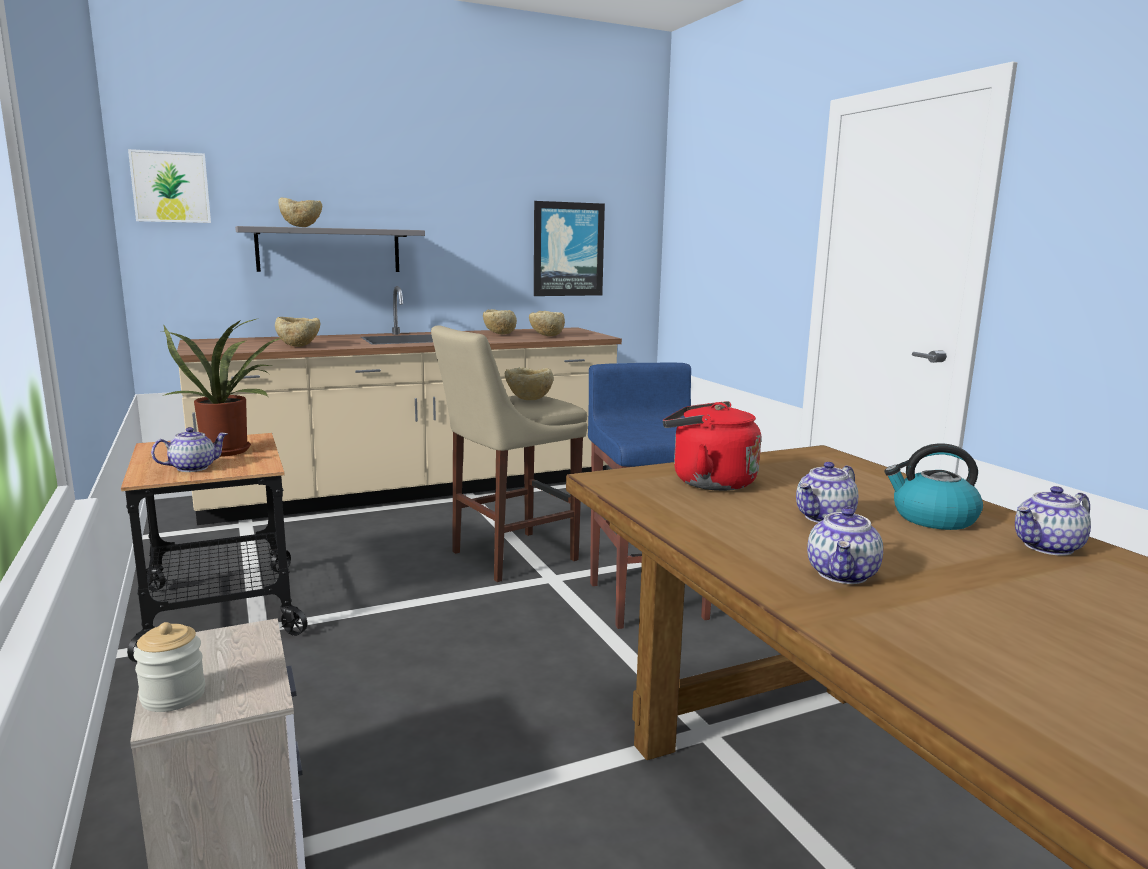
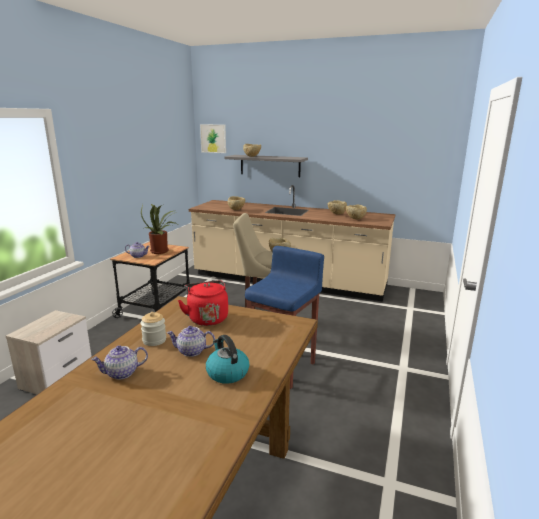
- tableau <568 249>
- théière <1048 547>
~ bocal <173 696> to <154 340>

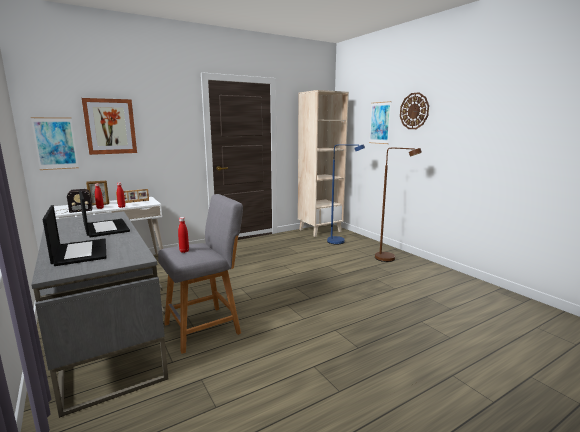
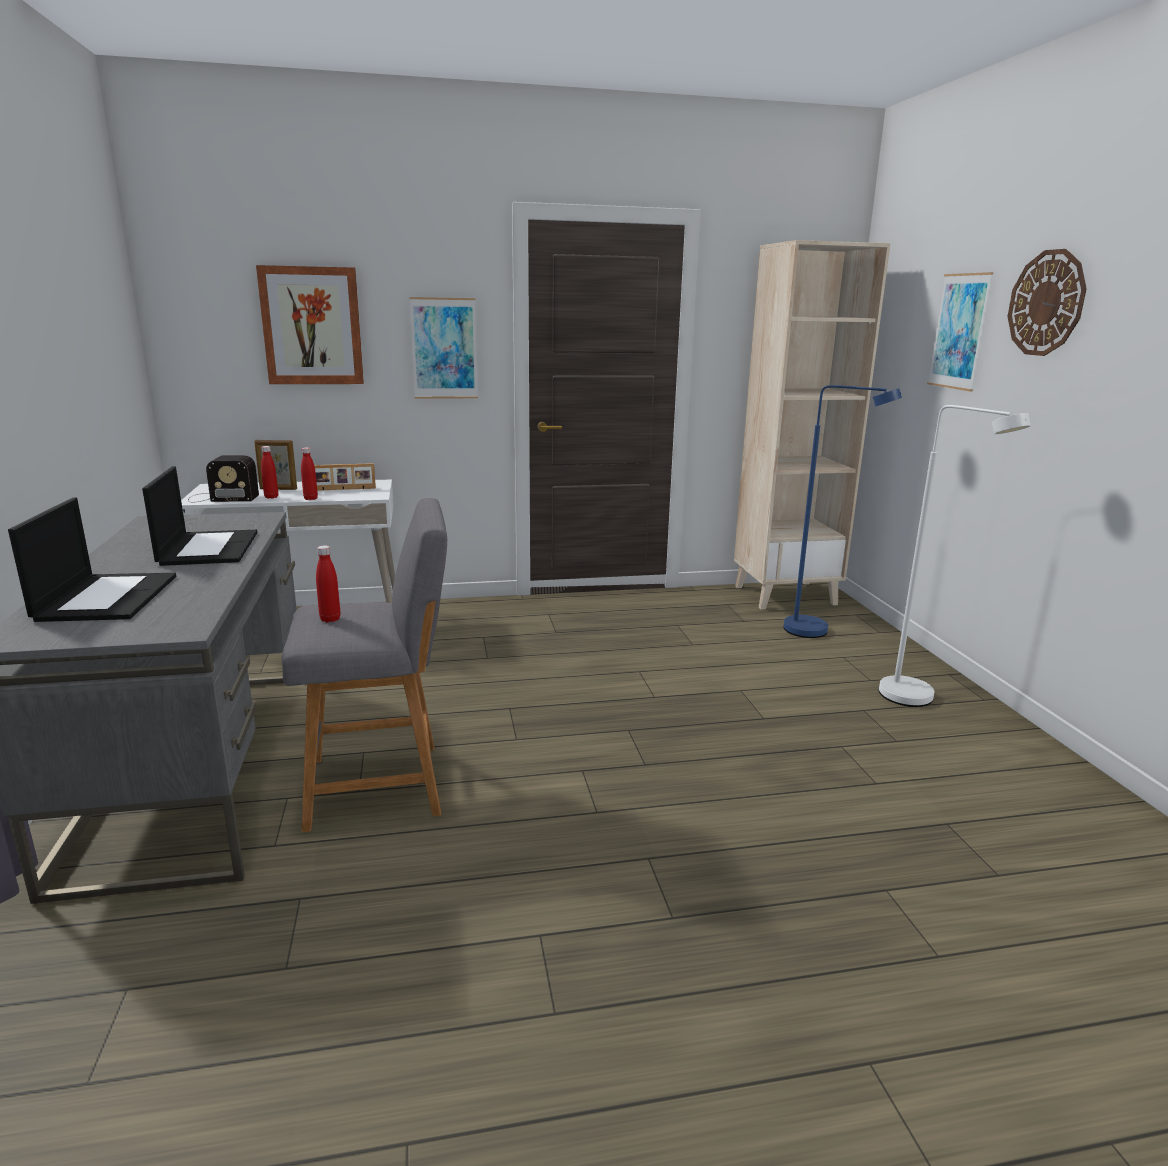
~ tableau <55 143> to <444 348>
~ lampadaire (marron) <390 259> to lampadaire (blanc) <917 701>

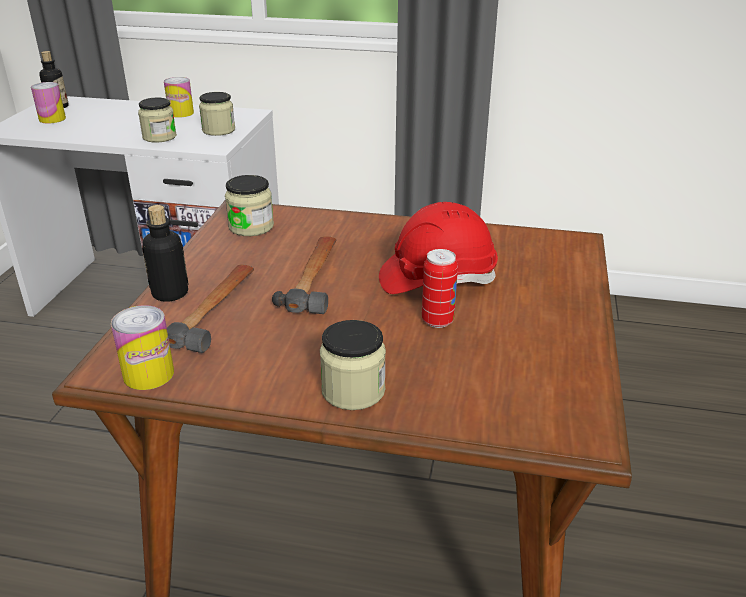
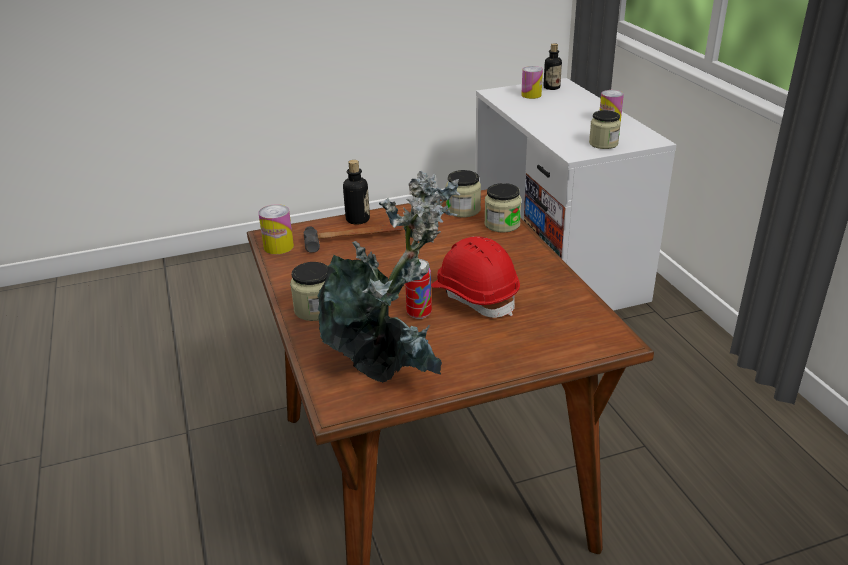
~ bocal <159 137> to <502 224>
- marteau <315 278>
+ plante en pot <389 366>

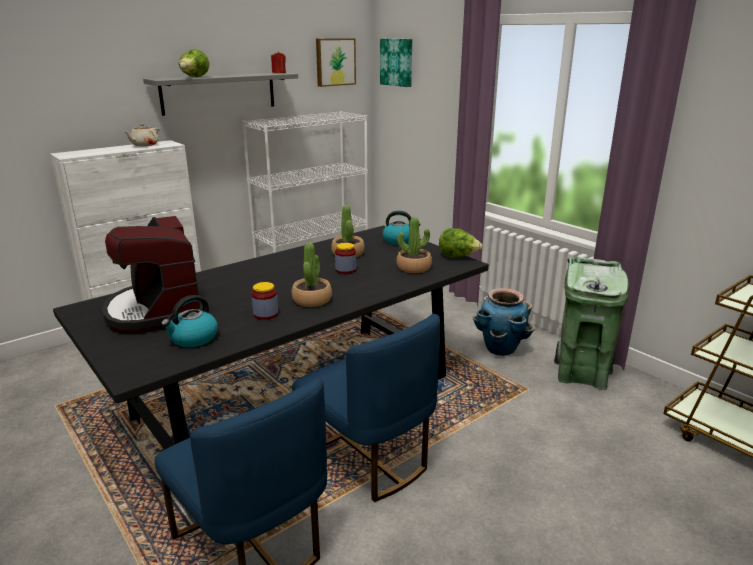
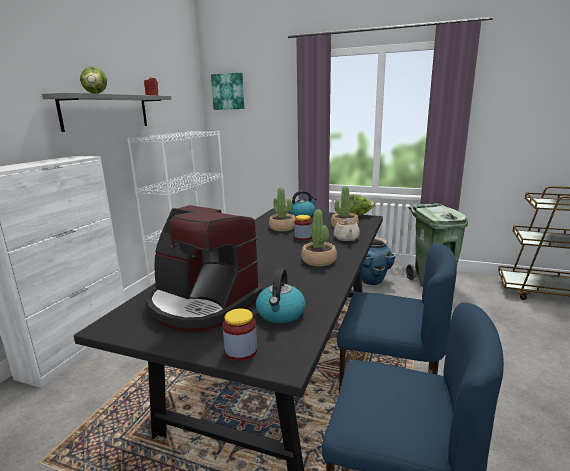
- tableau <335 62>
~ théière (beige) <144 145> to <346 238>
~ bocal <265 314> to <241 351>

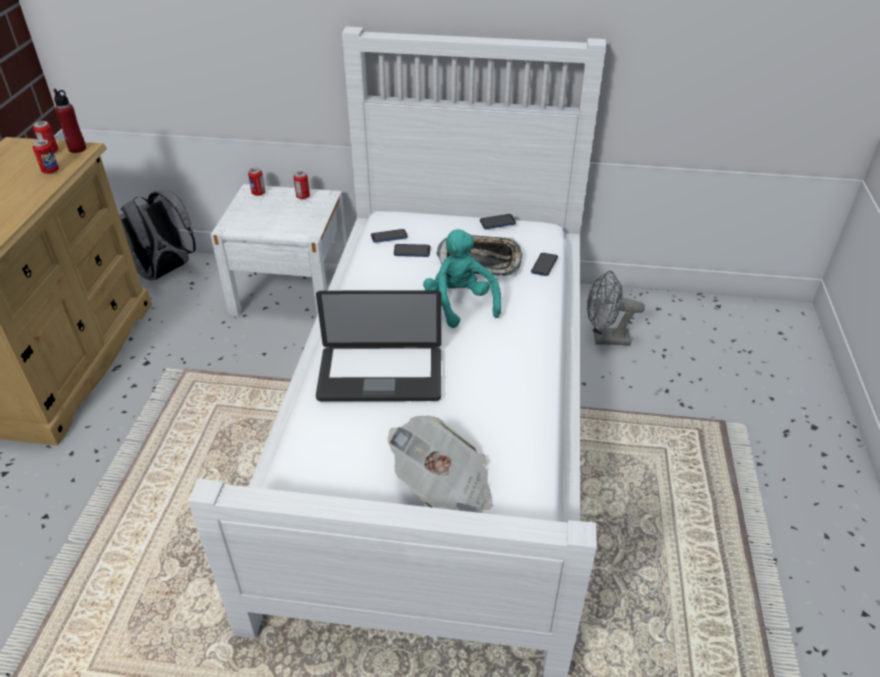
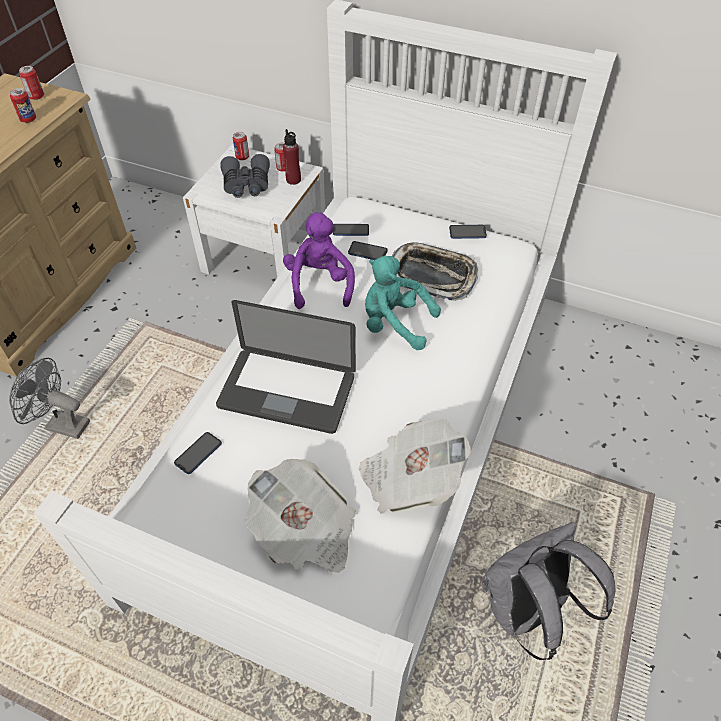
~ bouteille (rouge) <77 149> to <293 180>
~ sac à dos (gris) <163 272> to <526 612>
~ peluche (turquoise) <460 303> = <394 324> 60 degrees counterclockwise
~ téléphone <544 265> to <198 453>
~ ventilateur (gris) <605 339> to <61 424>
+ jumelles (gris) <246 185>
+ peluche (violet) <320 284>
+ journal <410 479>

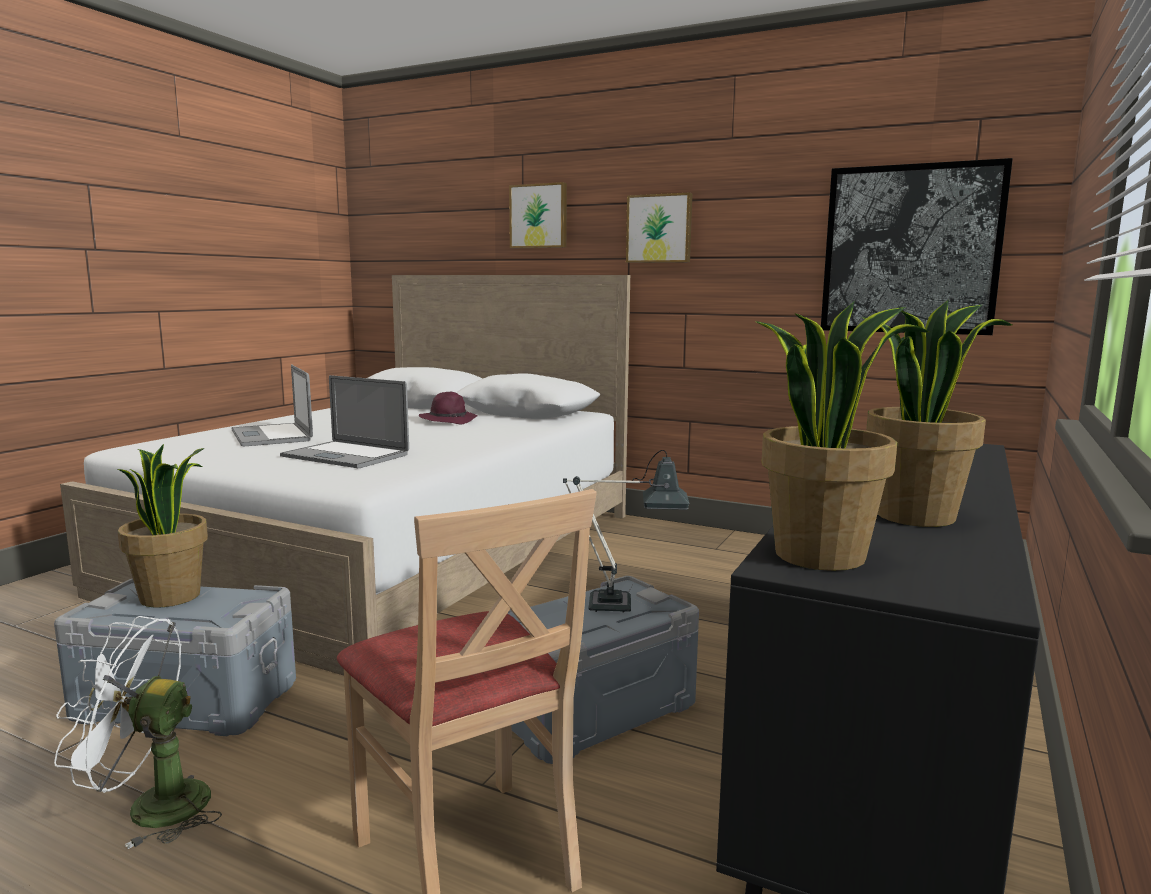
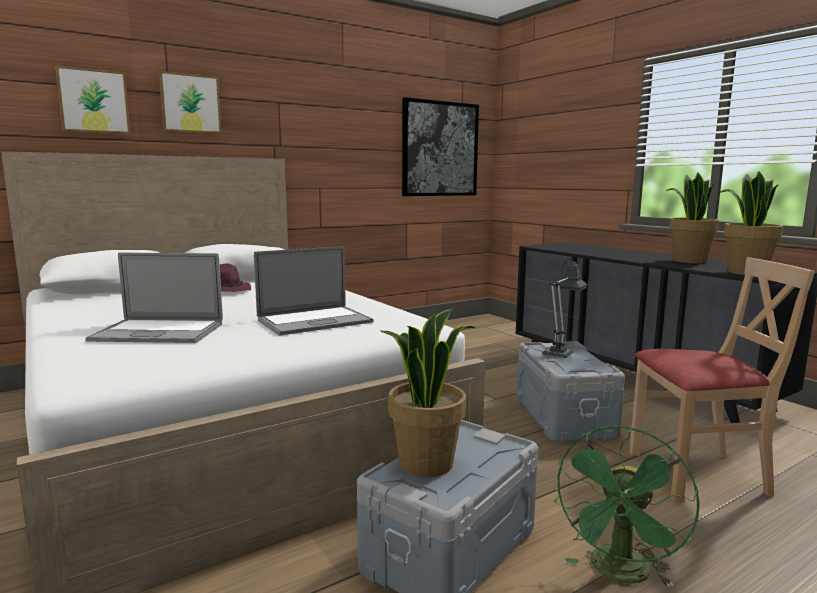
~ tableau <659 229> to <93 101>
~ ventilateur (blanc) <151 807> to ventilateur (vert) <620 574>

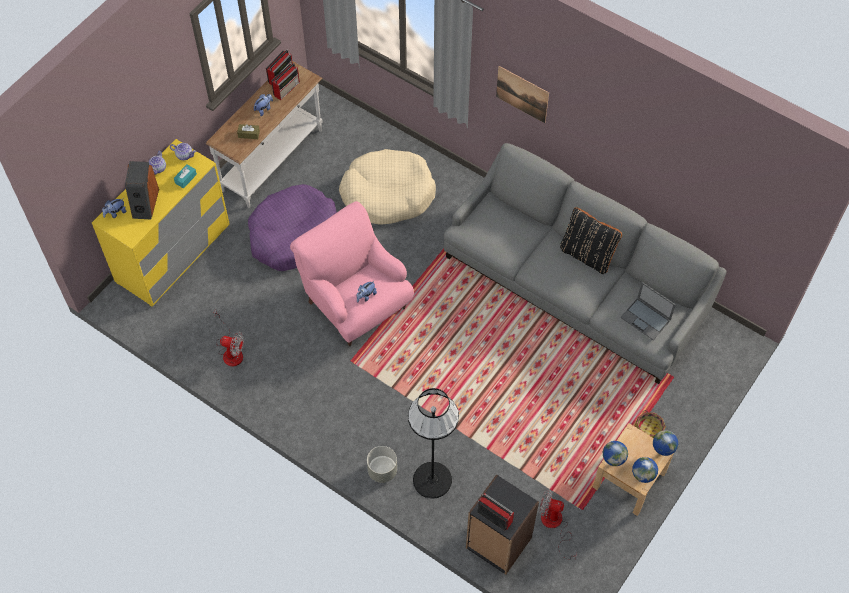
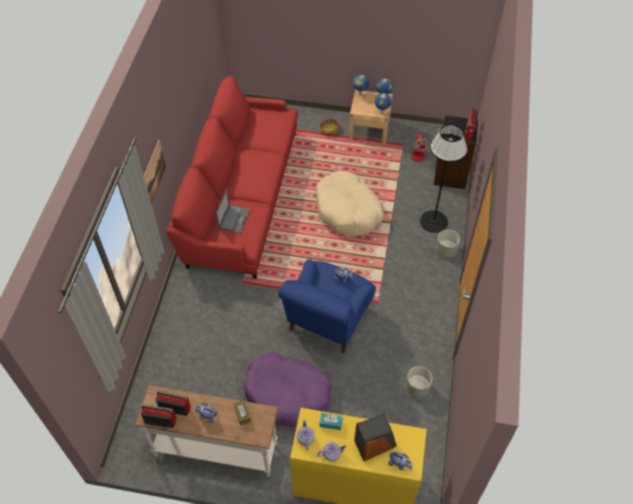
~ canapé (gris) <576 285> to canapé (rouge) <241 196>
~ panier pour chien (beige) <387 194> to <348 210>
~ fauteuil (rose) <356 304> to fauteuil (bleu) <327 320>
- coussin (noir) <587 255>
~ ordinateur portable <646 319> to <234 218>
~ ventilateur <230 351> to cache-pot (gris) <417 388>

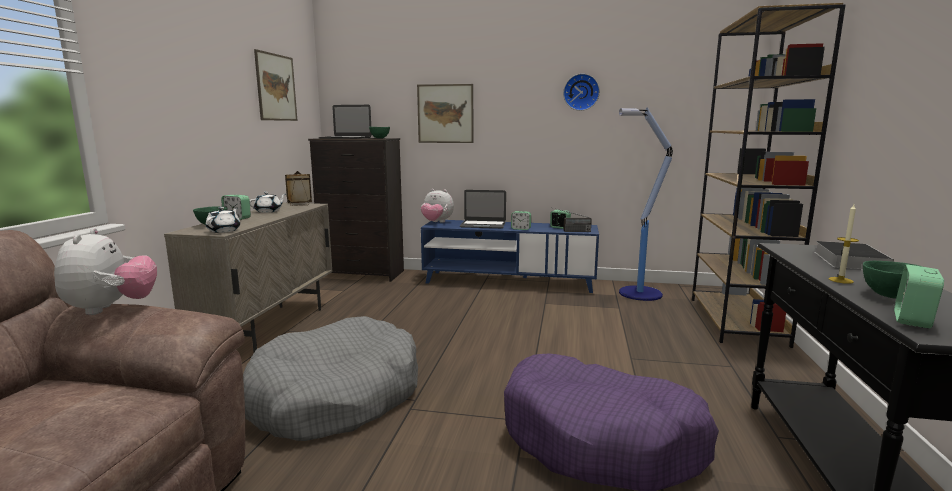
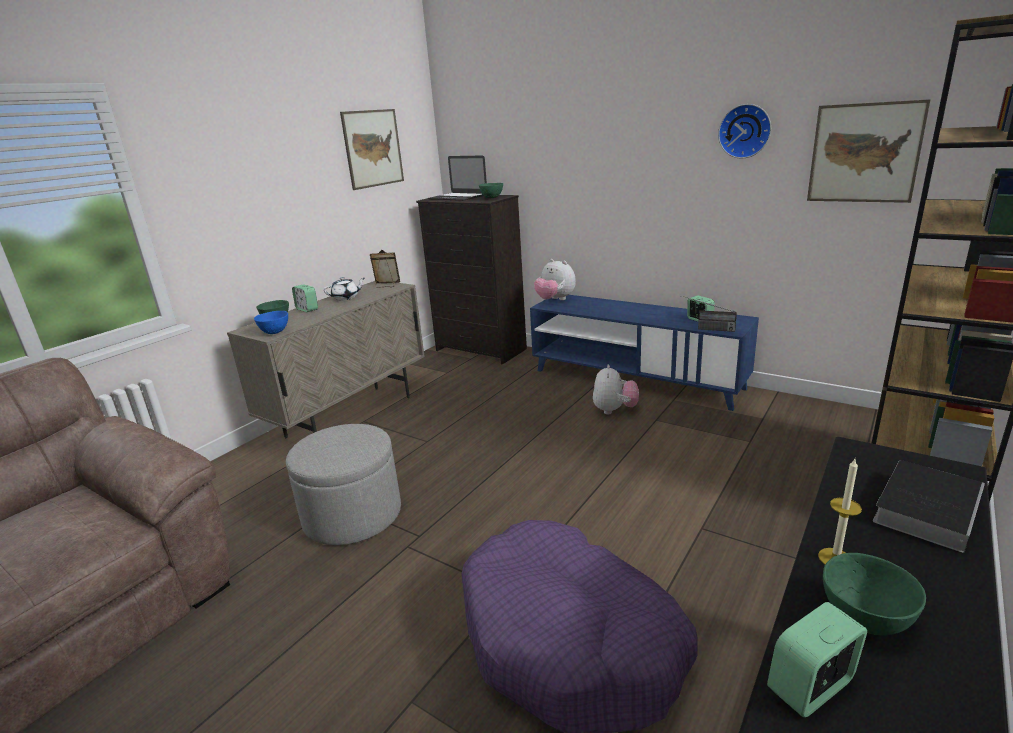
~ tableau <445 113> to <864 153>
- lampadaire <638 294>
- ordinateur portable <483 225>
~ théière (blanc) <224 230> to bol (bleu) <275 332>
- réveil <521 229>
~ peluche <111 309> to <614 410>
~ panier pour chien (gris) <335 397> to pouf (gris) <352 515>

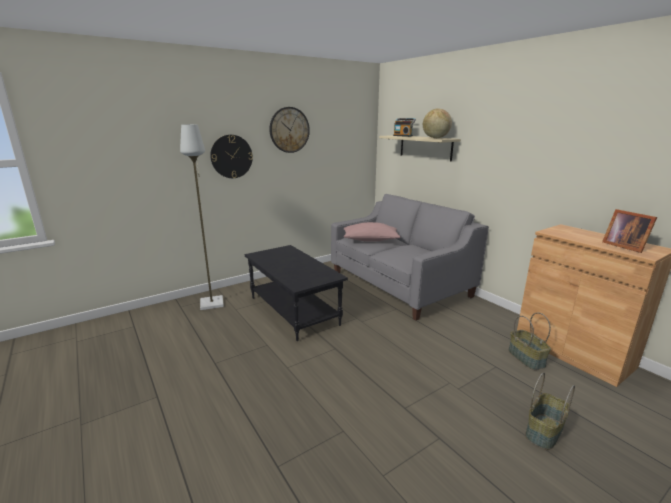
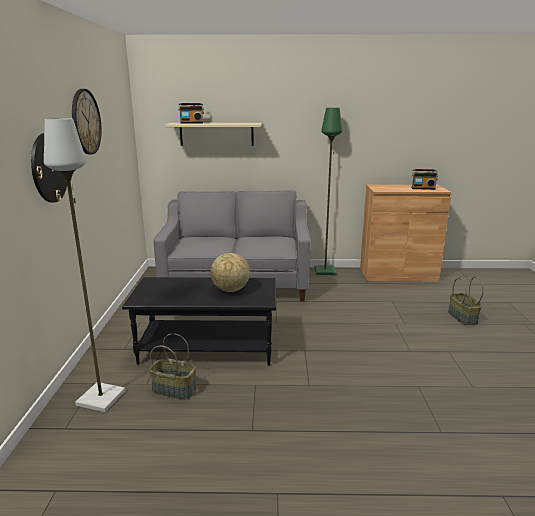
~ globe <435 138> to <230 290>
~ cadre photo <623 246> to radio <423 188>
- coussin (rose) <370 240>
~ panier <527 358> to <175 389>
+ lampadaire (vert) <325 271>

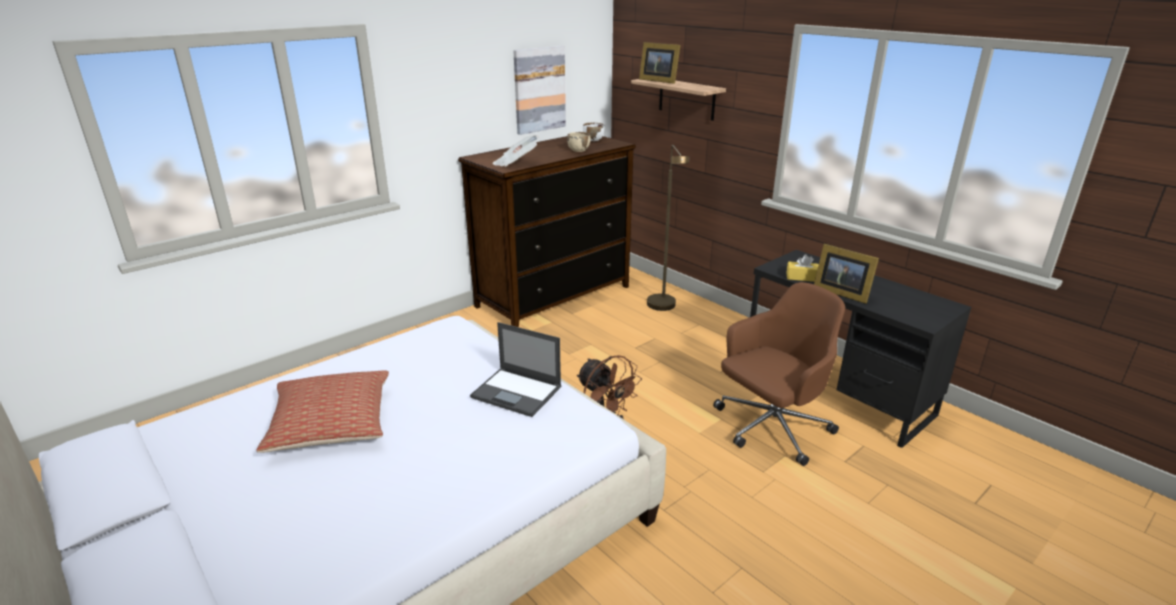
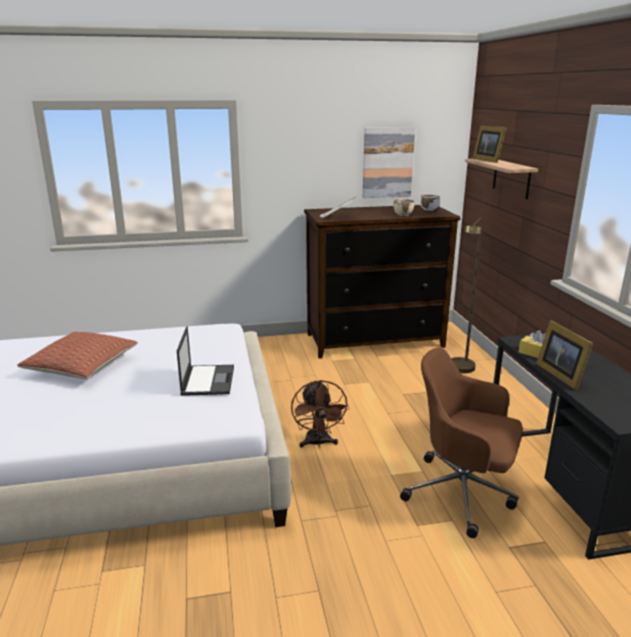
~ chaise de bureau (marron) <771 428> = <462 493> 150 degrees counterclockwise
~ ordinateur portable <517 392> = <208 380> 150 degrees counterclockwise

